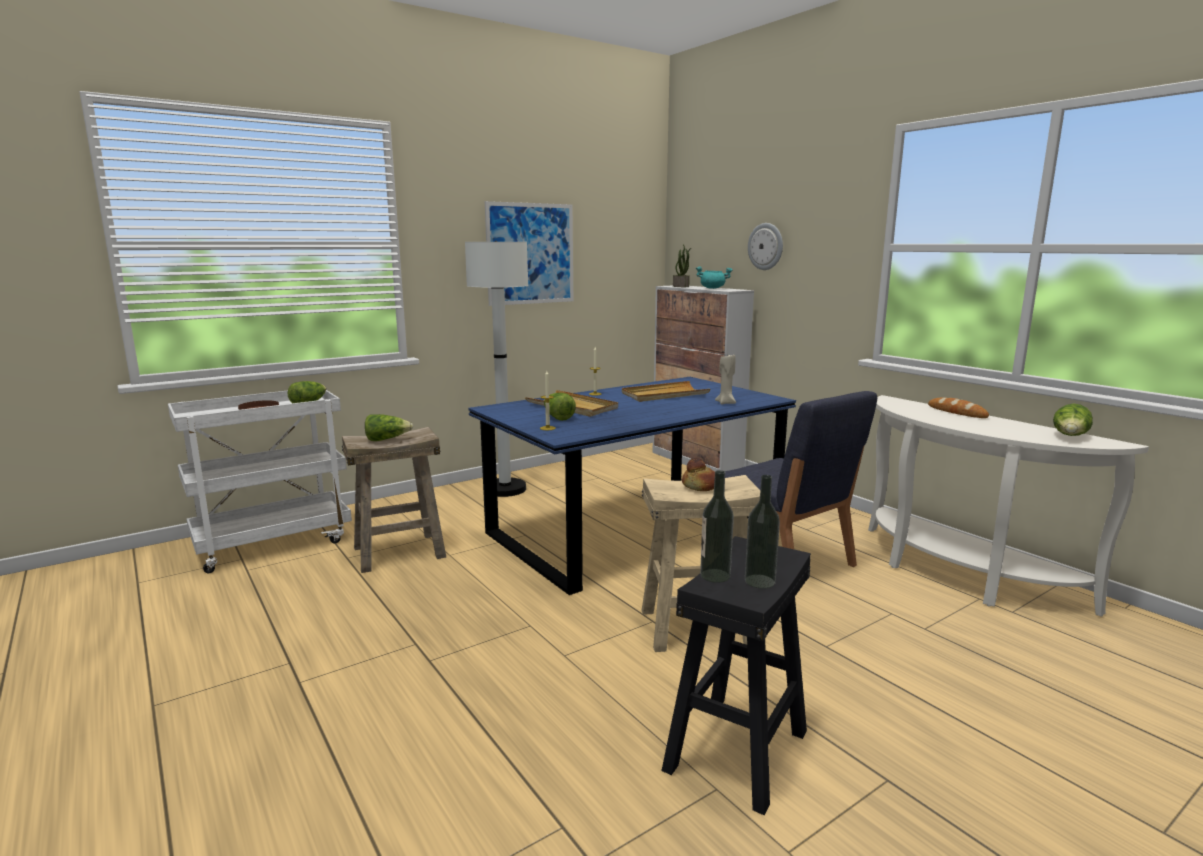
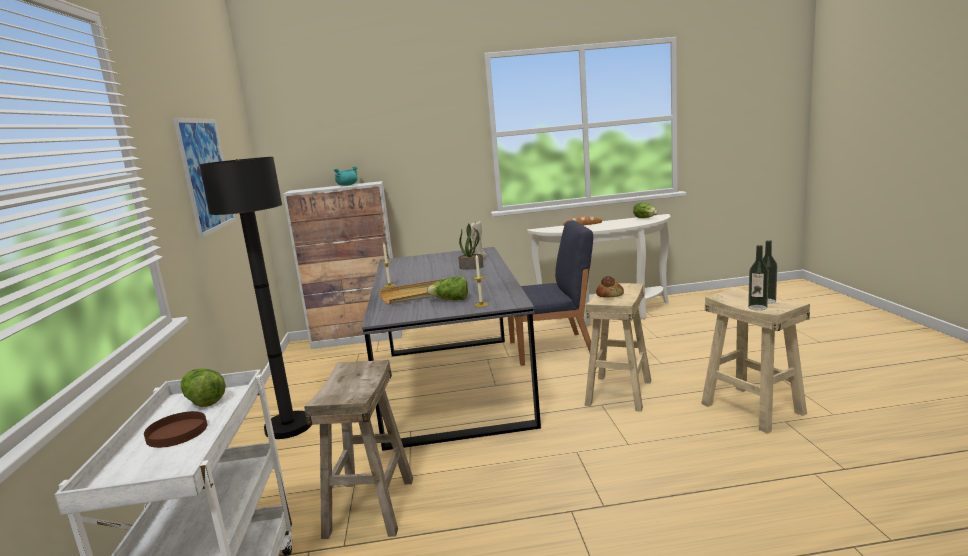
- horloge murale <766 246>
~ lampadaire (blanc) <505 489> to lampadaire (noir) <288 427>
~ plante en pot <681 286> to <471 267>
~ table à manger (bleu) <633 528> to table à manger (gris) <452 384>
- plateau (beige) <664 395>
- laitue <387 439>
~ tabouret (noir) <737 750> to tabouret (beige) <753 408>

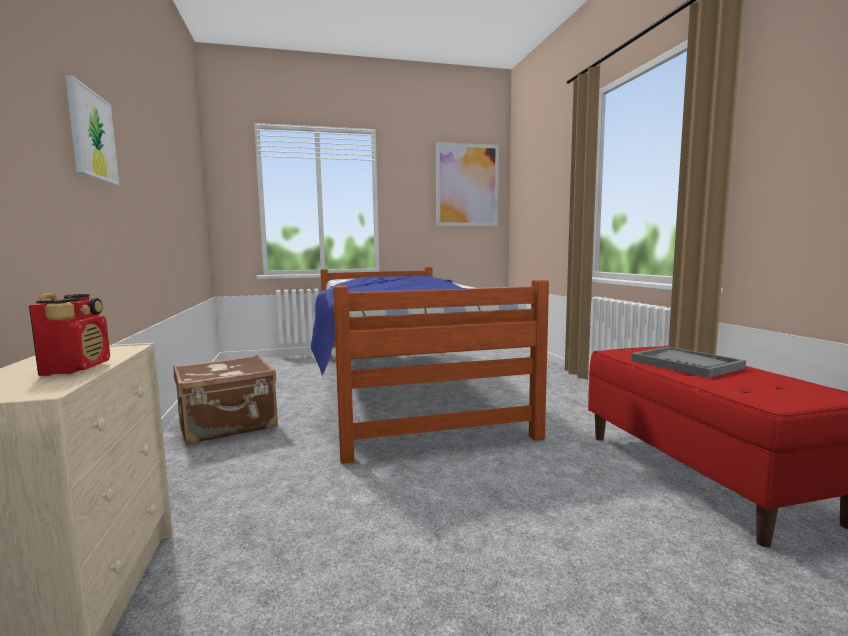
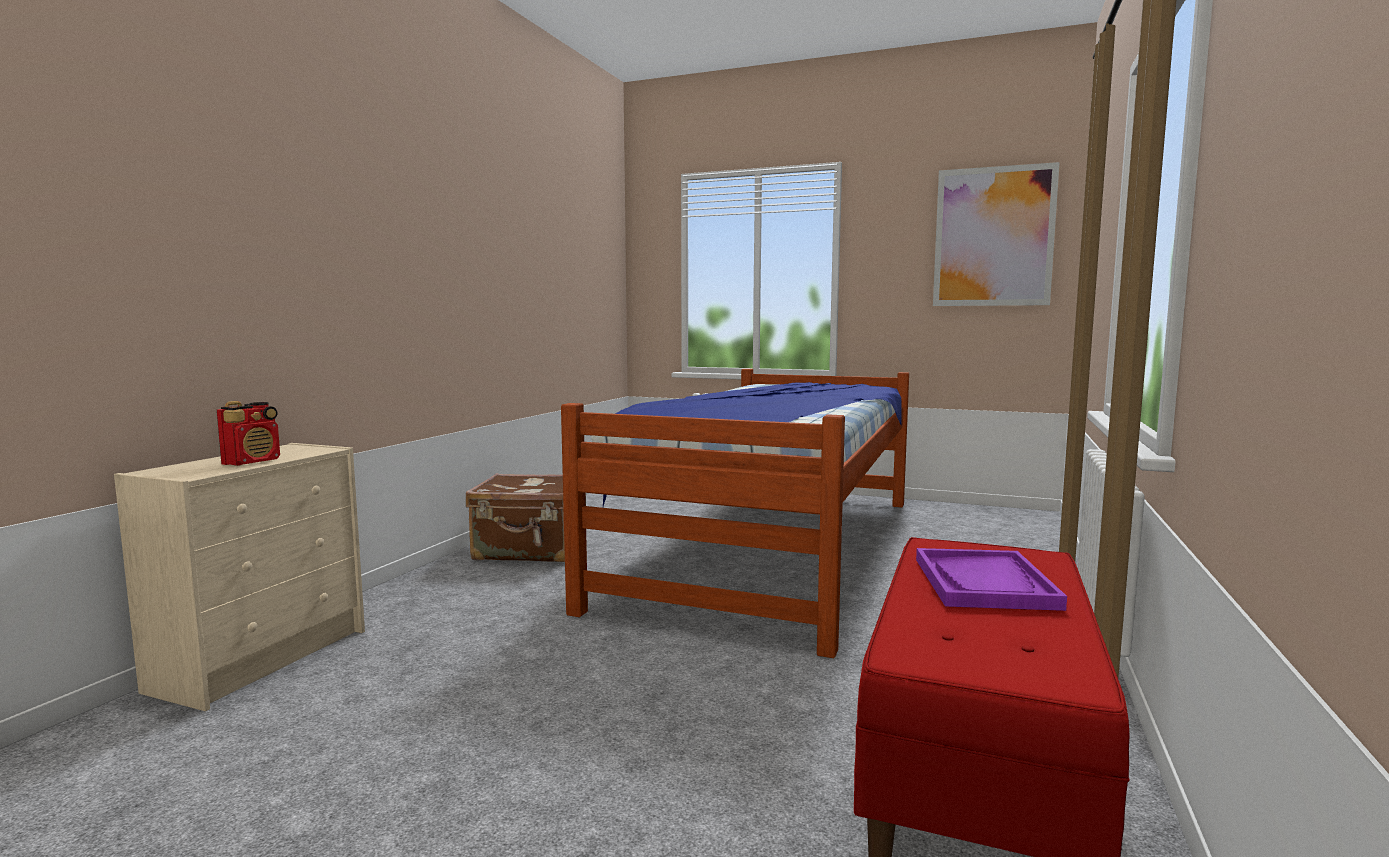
- tableau <91 135>
~ plateau (gris) <686 364> to plateau (violet) <984 583>

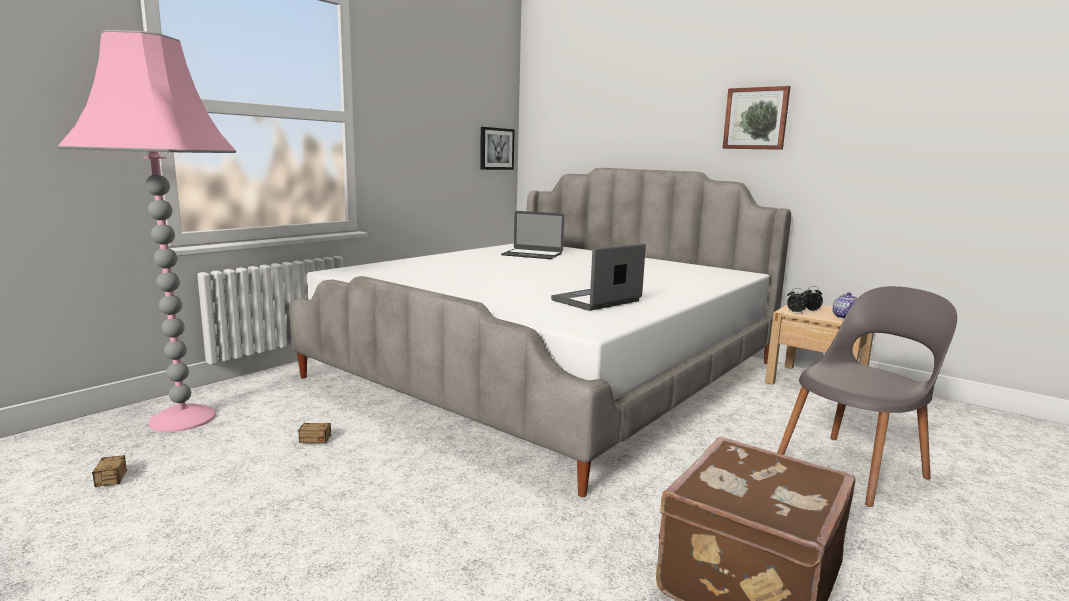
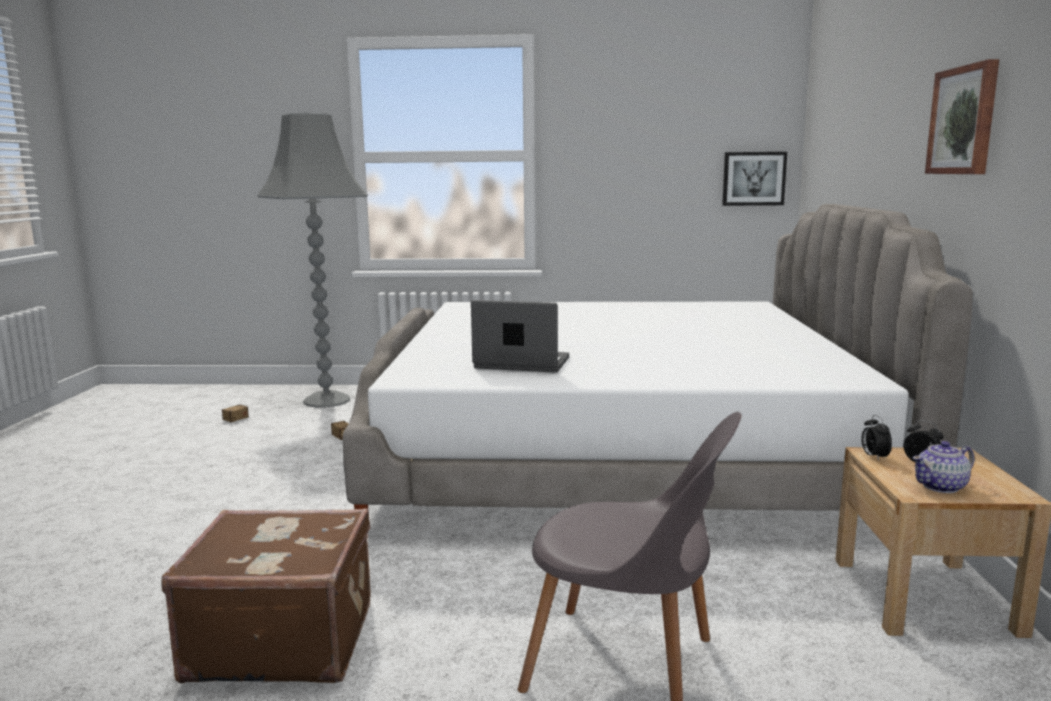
~ lampadaire (rose) <182 418> to lampadaire (gris) <327 400>
- ordinateur portable <532 254>

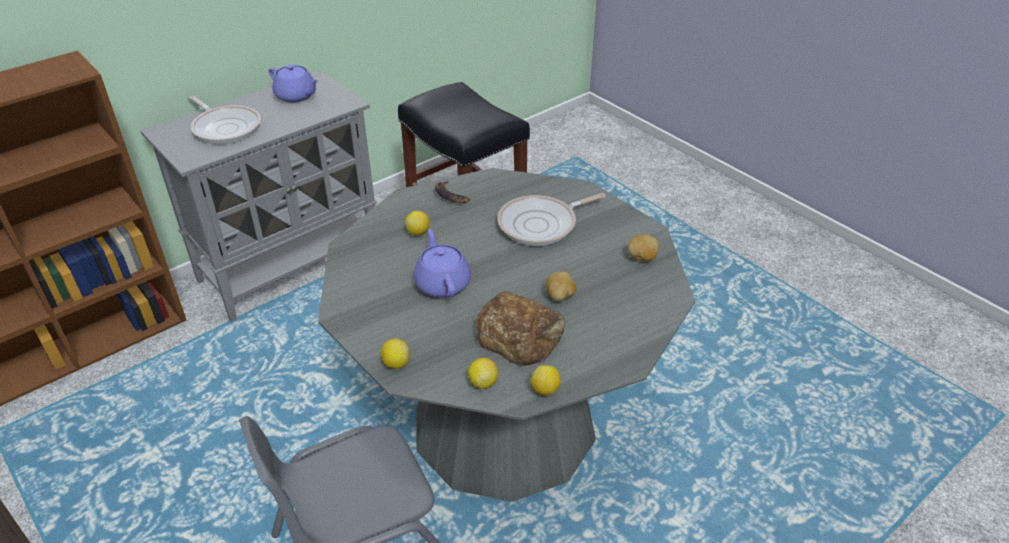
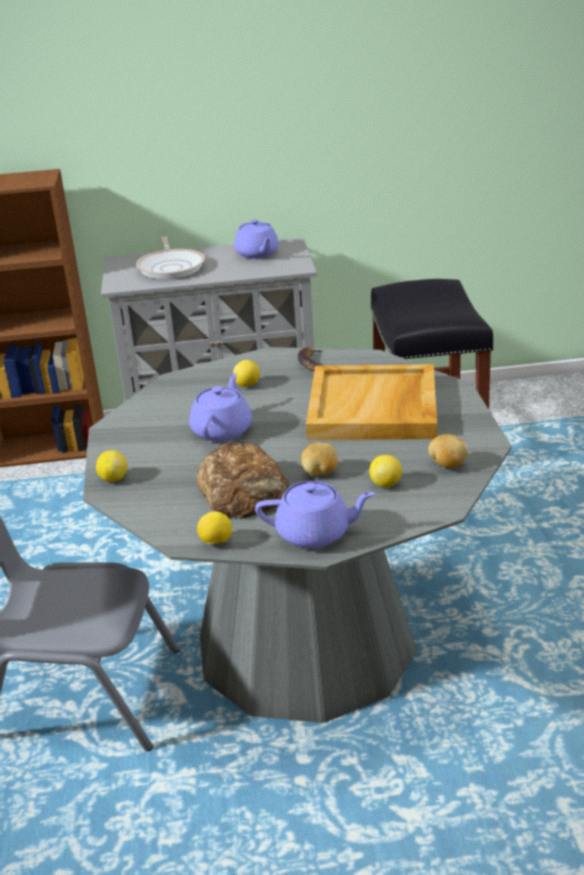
~ poêle <541 224> to plateau (beige) <374 408>
~ citron <483 382> to <386 484>
+ théière (violet) <315 533>

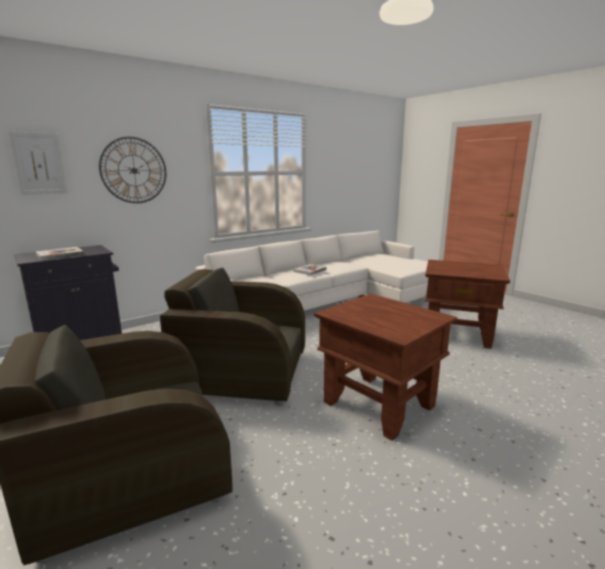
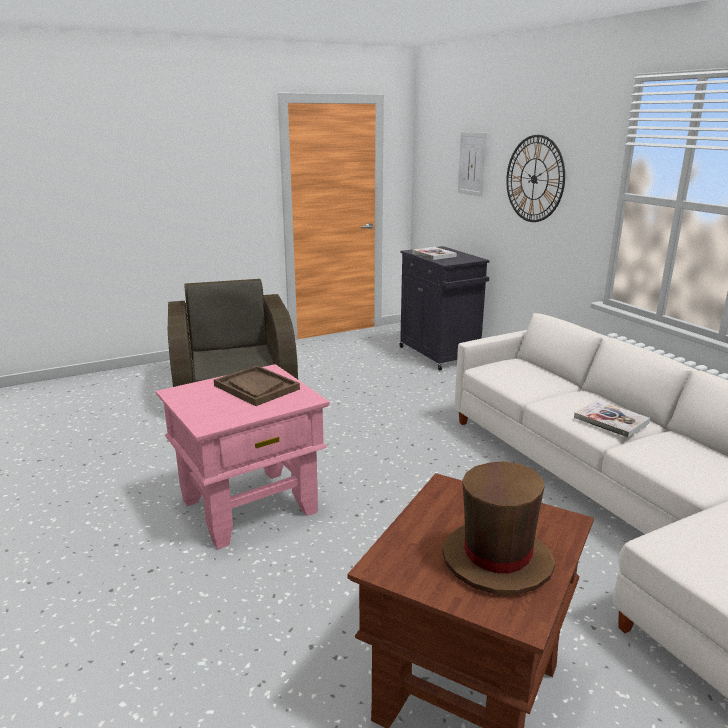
- fauteuil (marron) <243 373>
~ table d'appoint (marron) <378 404> to table d'appoint (rose) <250 506>
+ plateau (marron) <256 387>
+ chapeau (marron) <497 560>

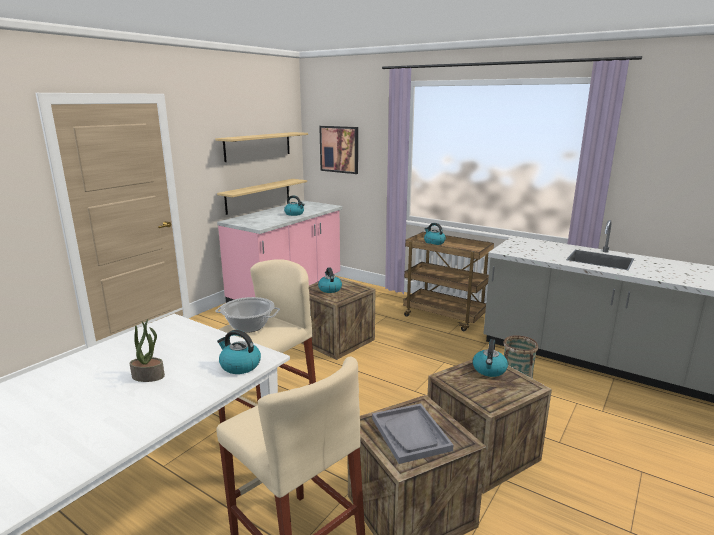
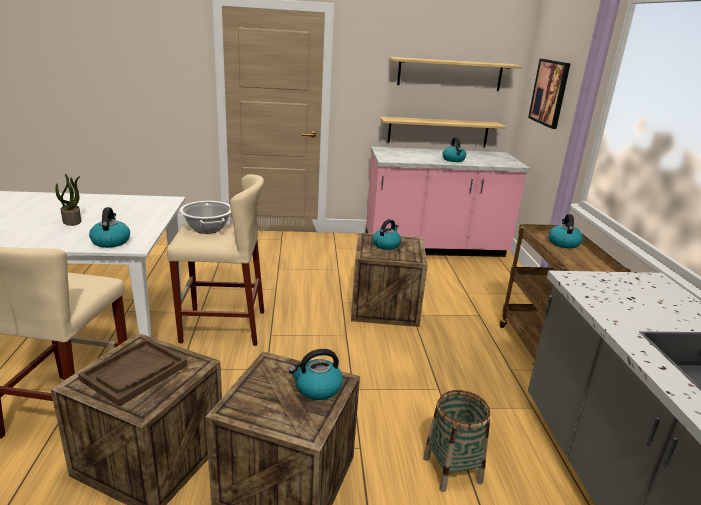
~ plateau (gris) <411 434> to plateau (marron) <134 373>

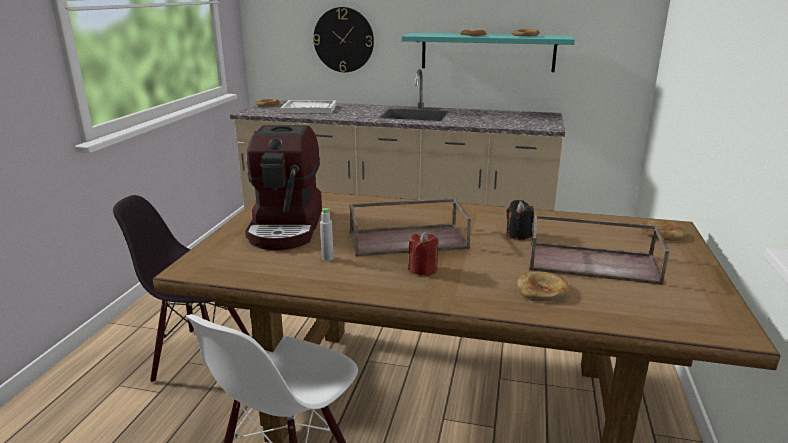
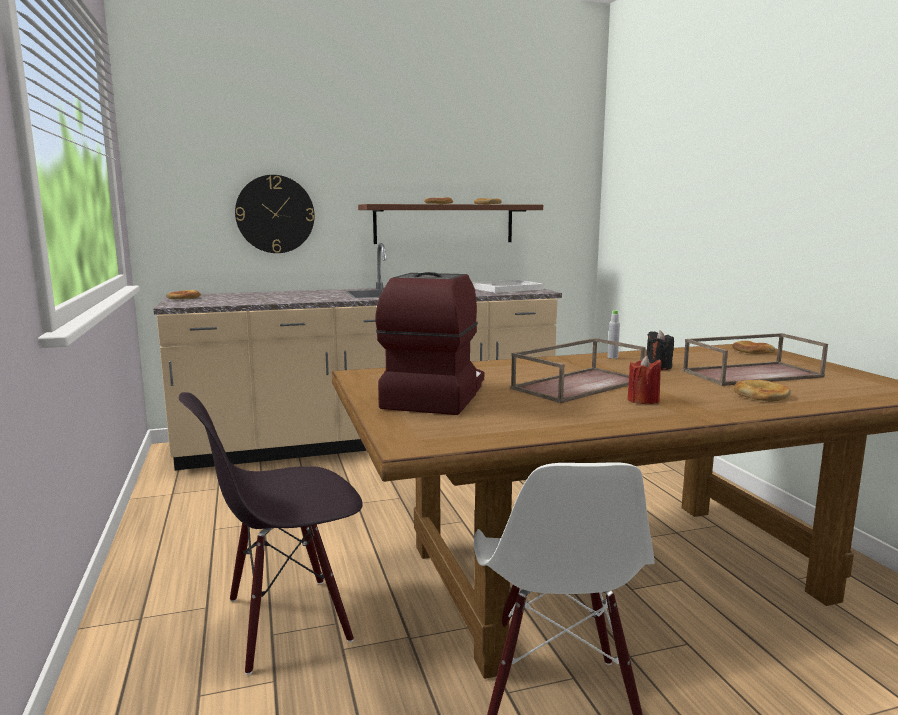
~ étagère (turquoise) <487 52> to étagère (marron) <444 224>
~ plateau (blanc) <309 108> to <507 288>
~ machine à café <287 227> = <434 395> 135 degrees counterclockwise
~ bouteille (gris) <327 258> to <612 357>

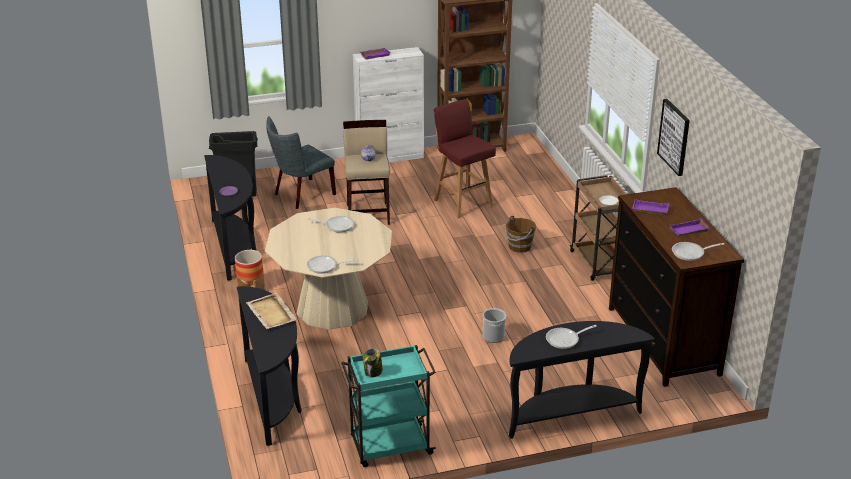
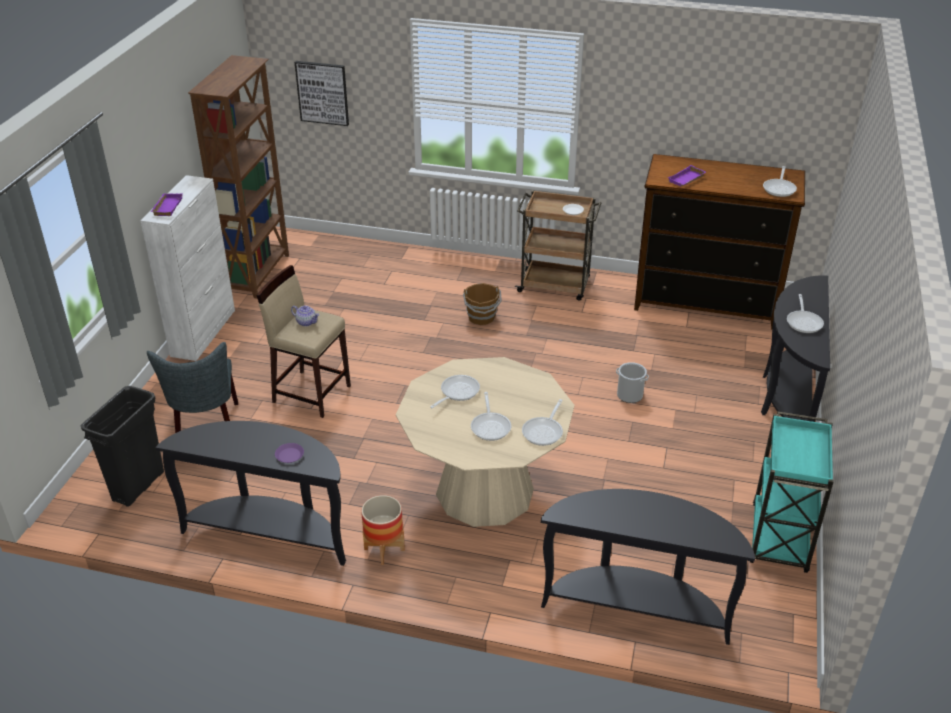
- tabouret (rouge) <462 202>
~ tableau <674 137> to <322 92>
- plateau (violet) <689 231>
- plateau (beige) <271 313>
- bocal <373 372>
+ poêle <490 426>

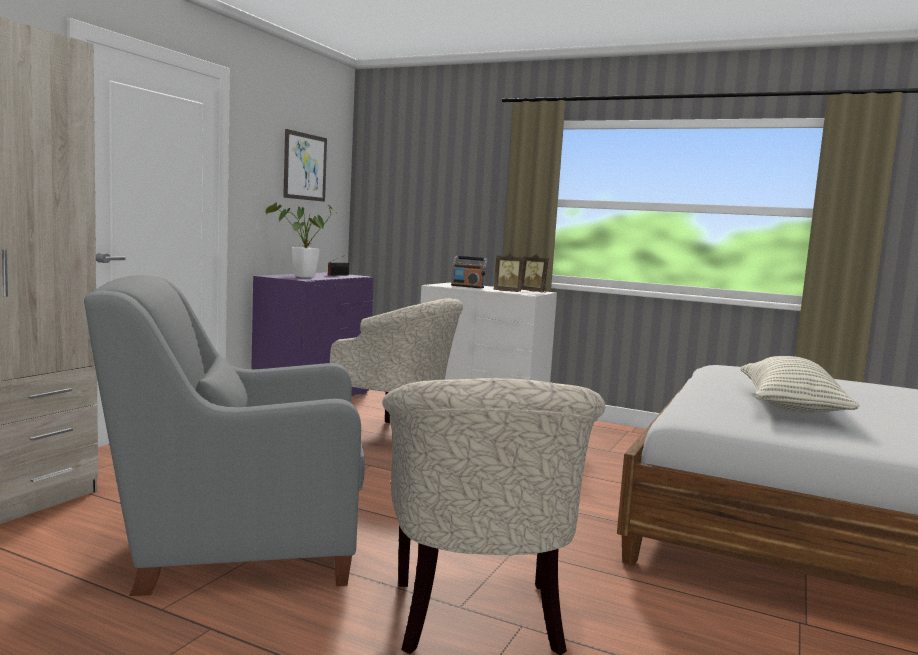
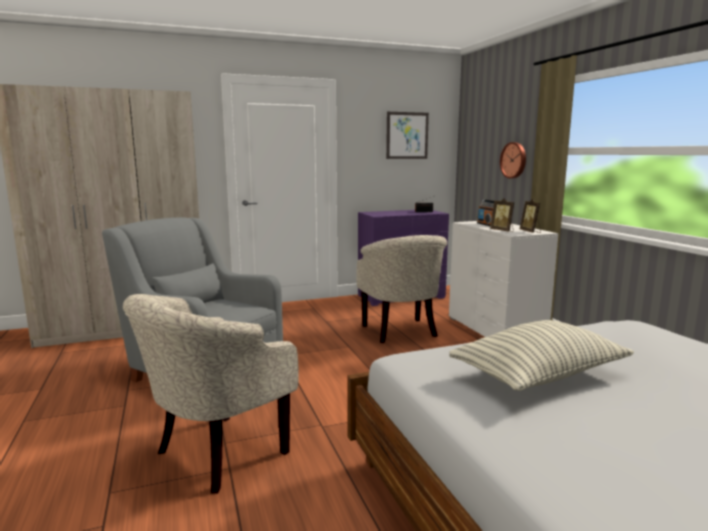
- plante en pot <300 276>
+ horloge murale <514 160>

